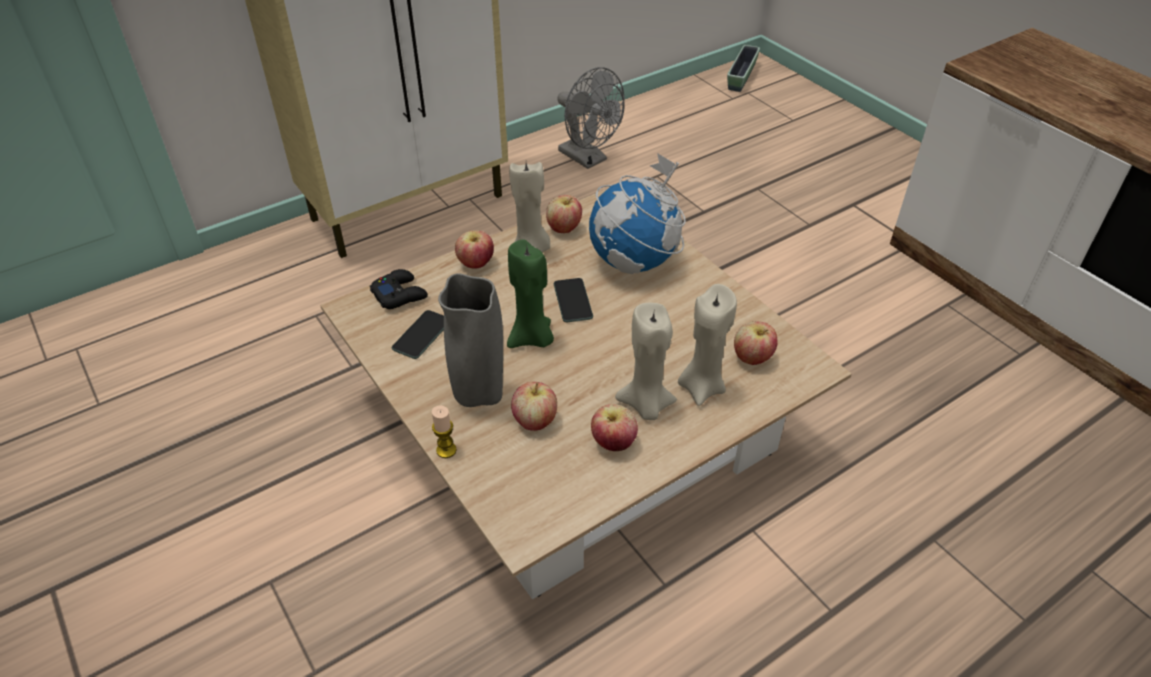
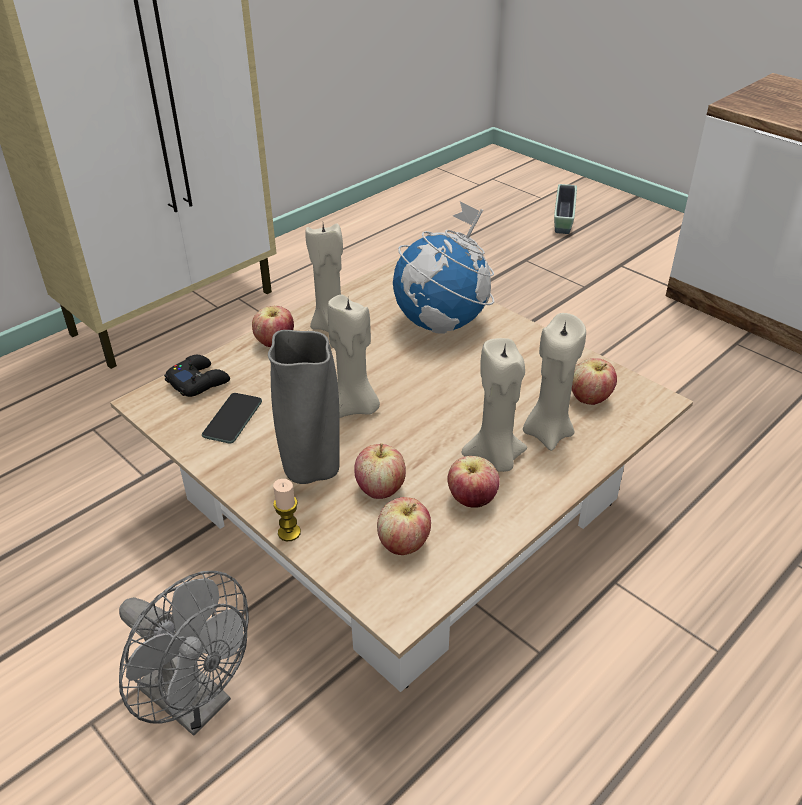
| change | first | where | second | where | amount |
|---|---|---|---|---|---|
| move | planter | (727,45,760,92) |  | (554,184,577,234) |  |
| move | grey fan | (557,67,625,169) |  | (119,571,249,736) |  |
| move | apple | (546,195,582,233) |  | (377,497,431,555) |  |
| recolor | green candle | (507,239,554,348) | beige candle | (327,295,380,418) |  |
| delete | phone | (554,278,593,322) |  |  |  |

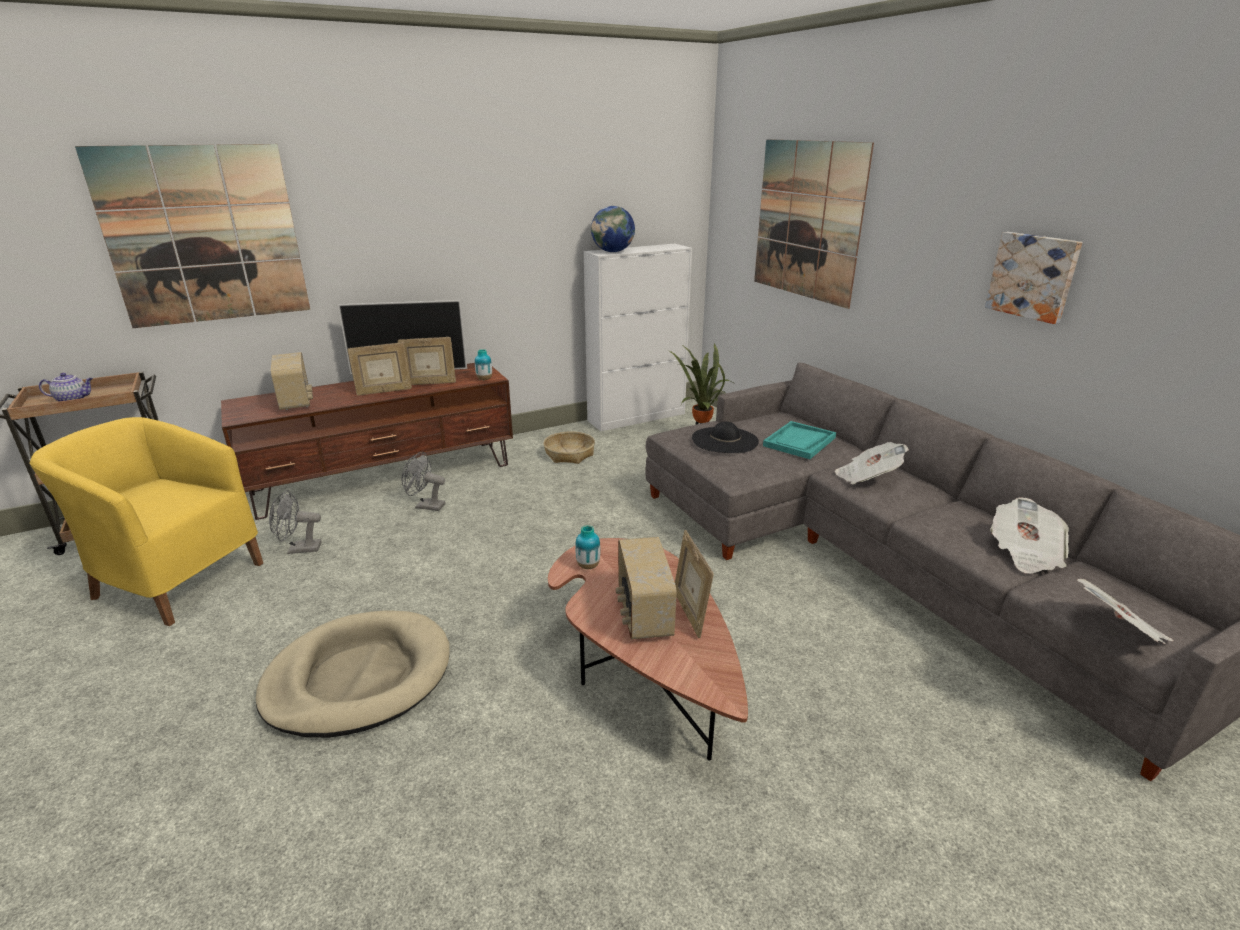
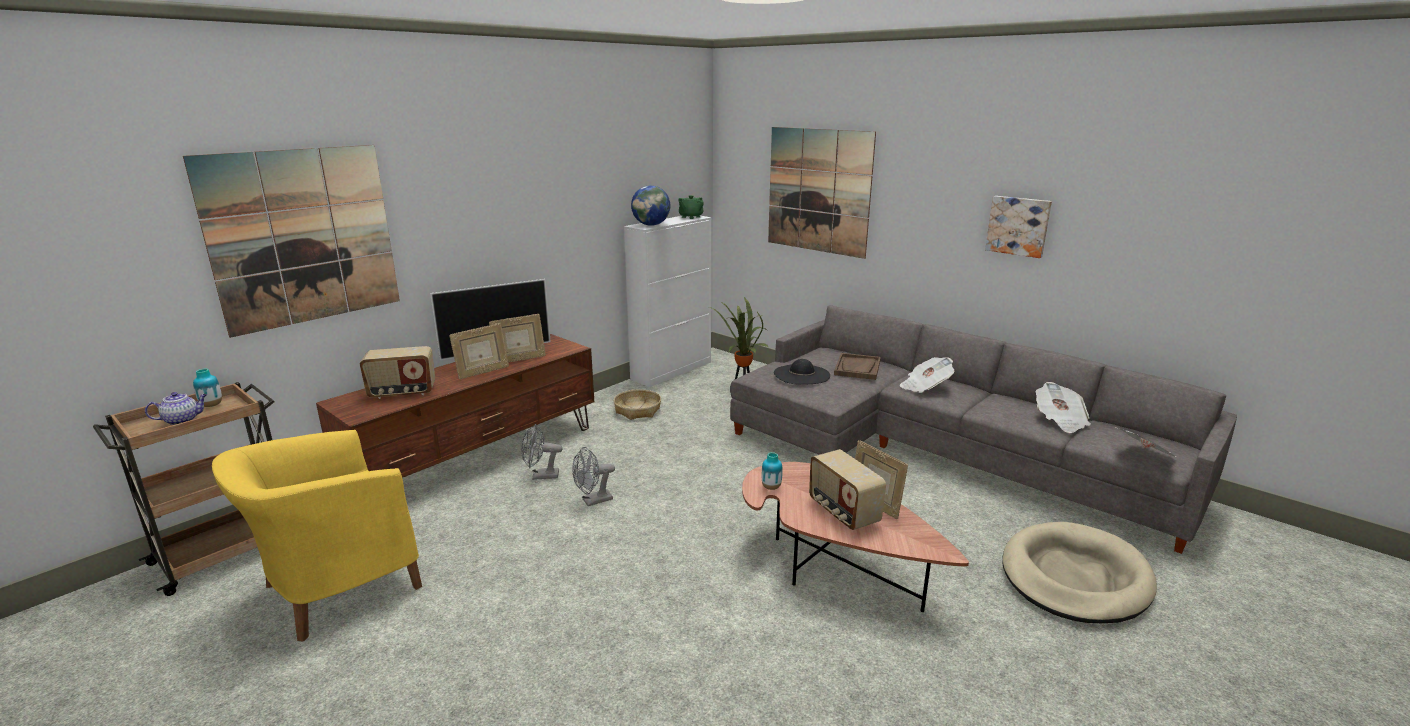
| change | first | where | second | where | amount |
|---|---|---|---|---|---|
| move | vase | (475,349,492,380) |  | (193,369,222,407) |  |
| rotate | radio | (271,352,313,410) |  | (360,346,435,399) | 120 degrees clockwise |
| rotate | yellow armchair | (30,417,263,626) |  | (212,430,422,642) | 45 degrees counterclockwise |
| recolor | turquoise tray | (763,421,836,459) | brown tray | (834,353,881,380) |  |
| move | grey fan | (269,490,322,554) |  | (572,447,615,506) |  |
| move | beige dog bed | (256,610,450,738) |  | (1003,522,1157,623) |  |
| insert |  |  | green teapot | (678,195,704,219) |  |

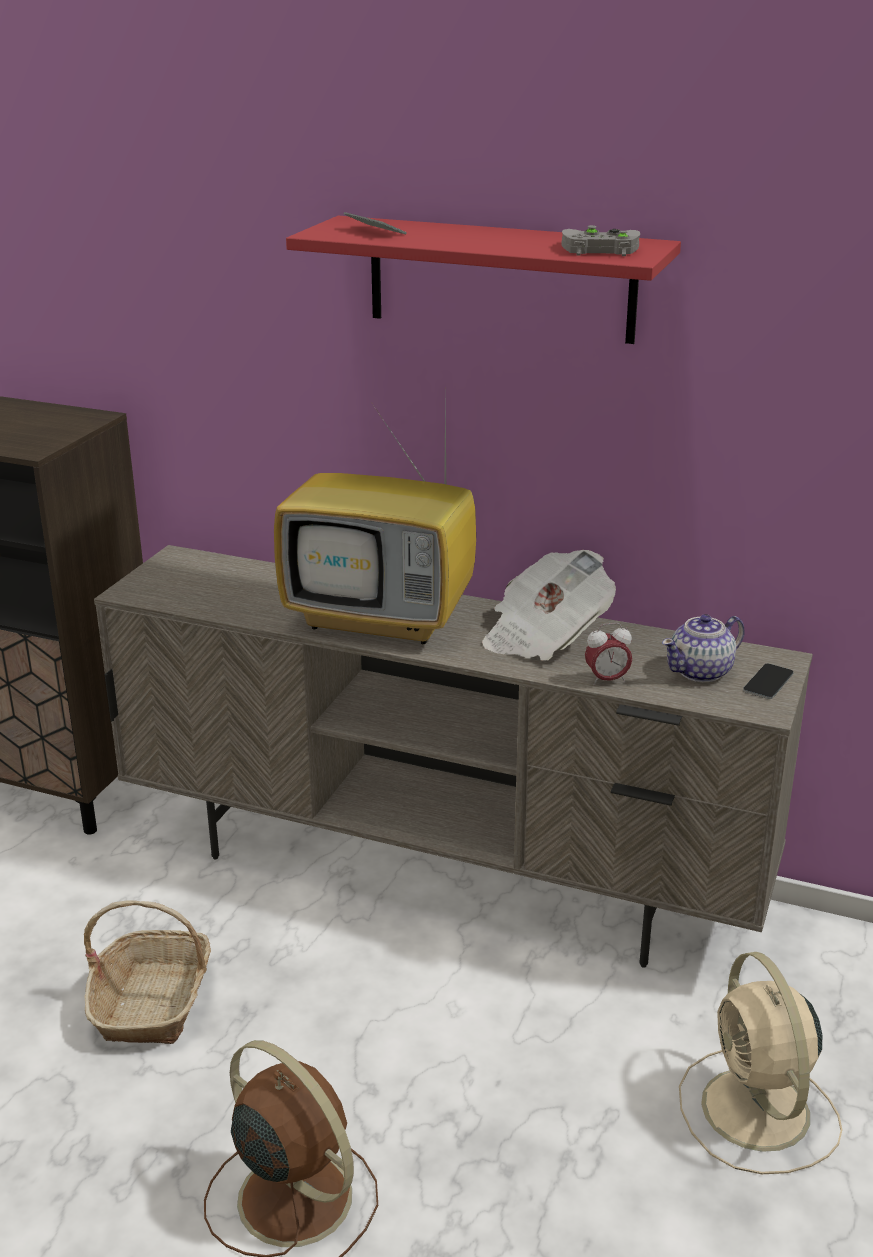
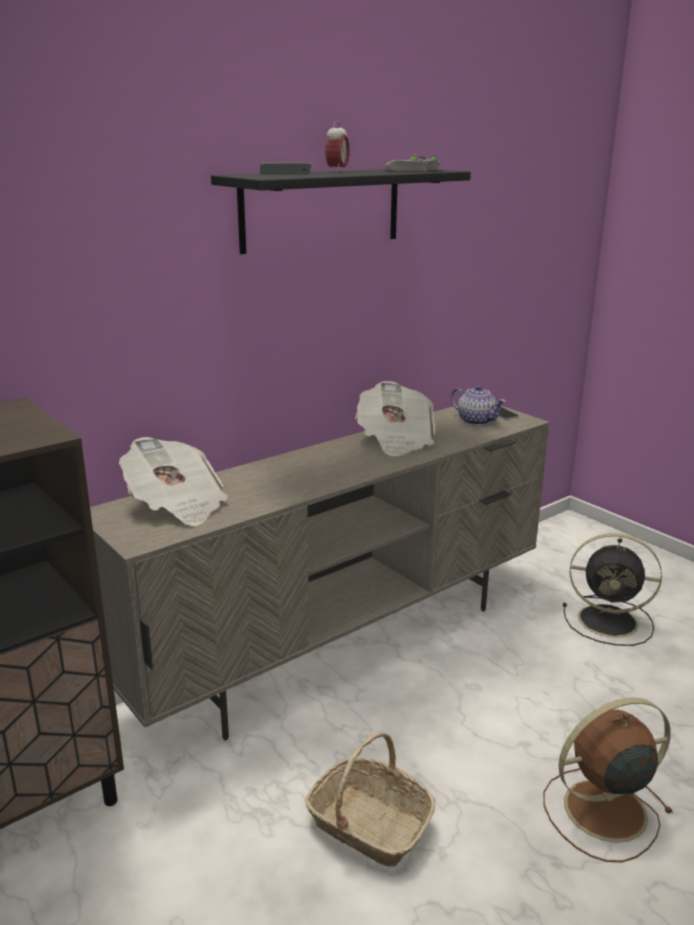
| change | first | where | second | where | amount |
|---|---|---|---|---|---|
| recolor | red shelf | (286,216,681,344) | black shelf | (211,169,471,254) |  |
| delete | television | (274,385,476,644) |  |  |  |
| rotate | teapot | (662,614,744,682) |  | (451,385,506,426) | 45 degrees counterclockwise |
| move | alarm clock | (585,623,632,686) |  | (325,122,350,172) |  |
| recolor | beige fan | (679,952,843,1174) | black fan | (563,533,662,646) |  |
| insert |  |  | newspaper | (119,437,228,526) |  |

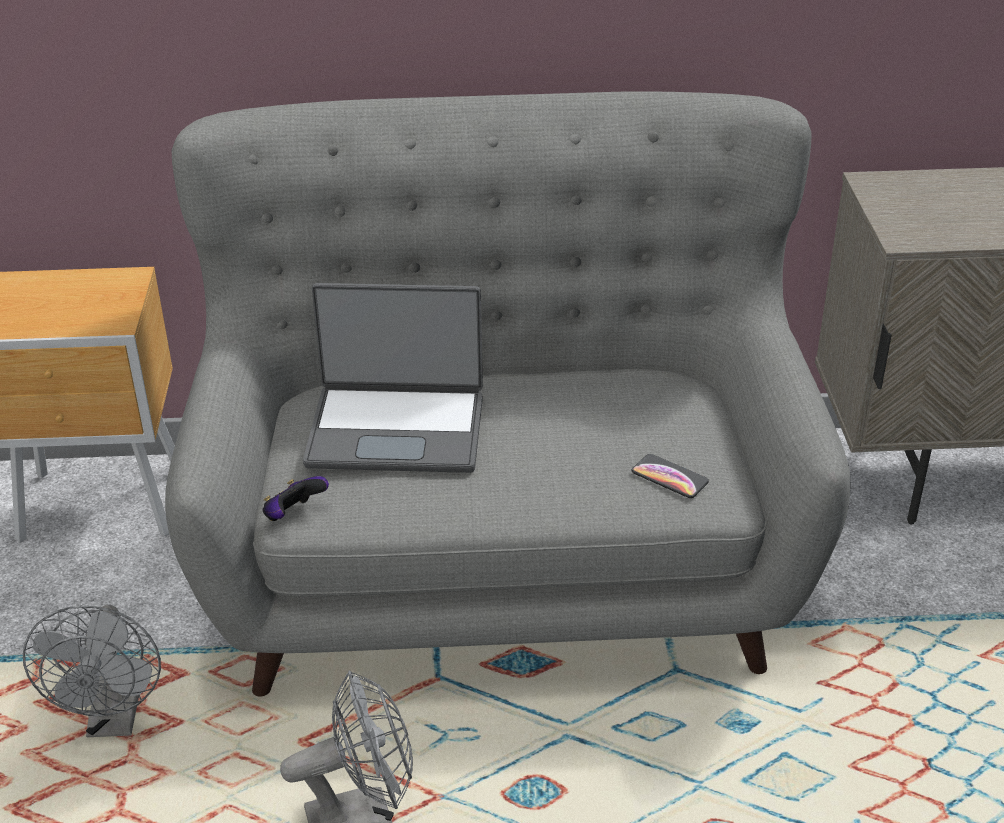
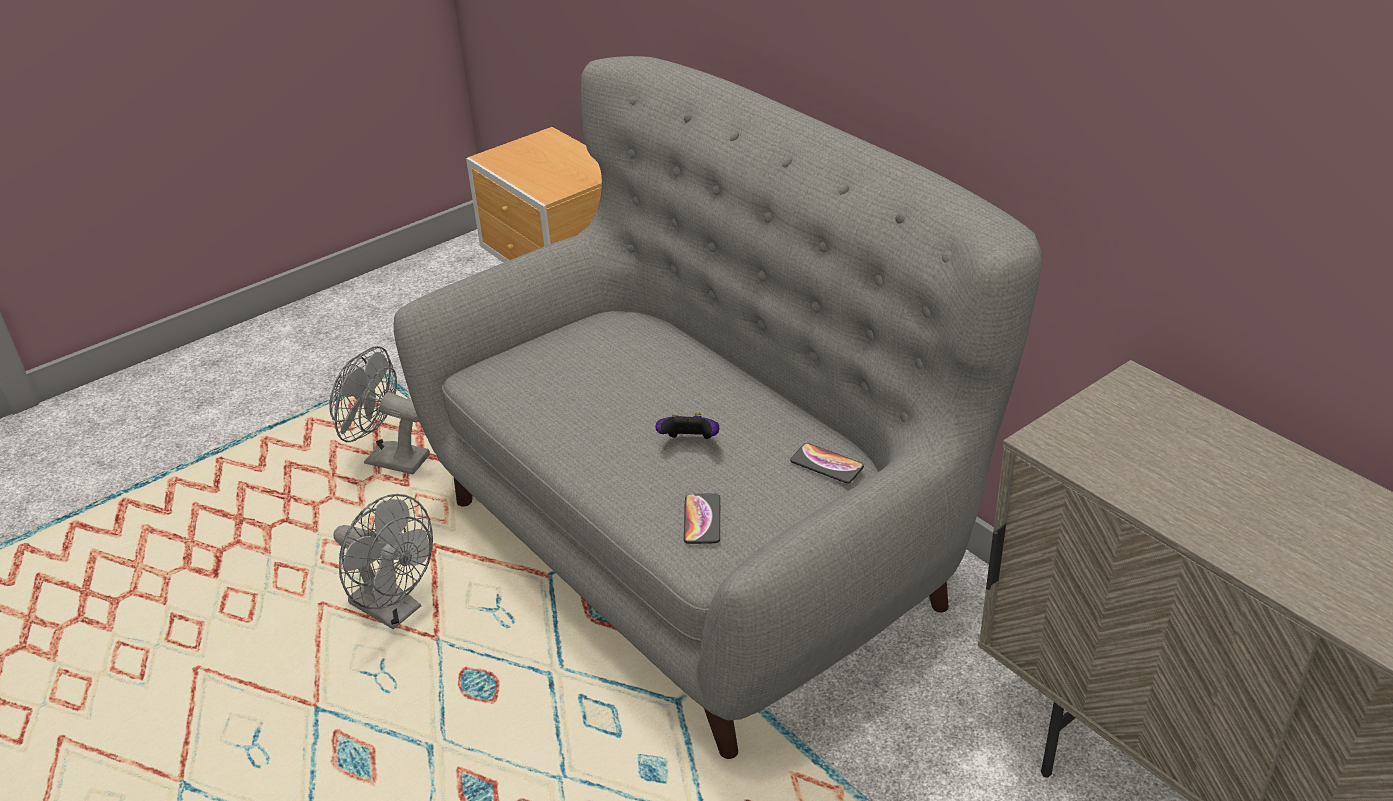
| change | first | where | second | where | amount |
|---|---|---|---|---|---|
| delete | laptop | (303,283,483,473) |  |  |  |
| move | game controller | (263,476,329,521) |  | (655,413,719,439) |  |
| rotate | grey fan | (23,605,161,737) |  | (329,346,430,474) | 60 degrees clockwise |
| insert |  |  | phone | (790,443,864,483) |  |

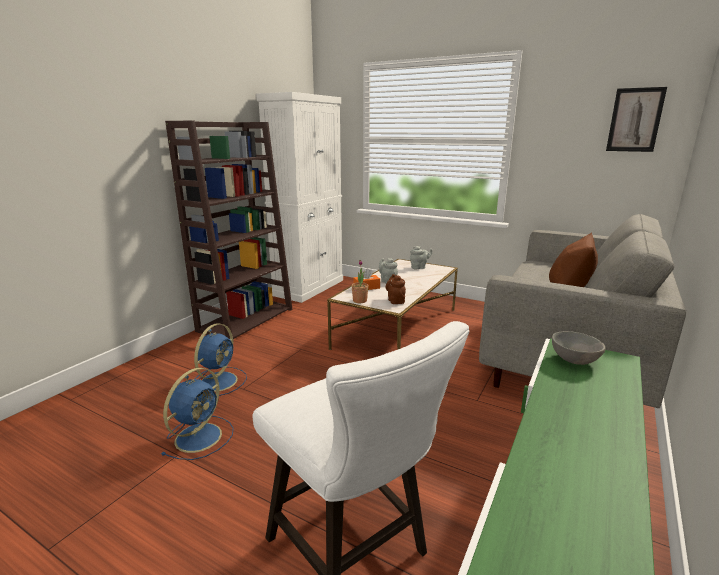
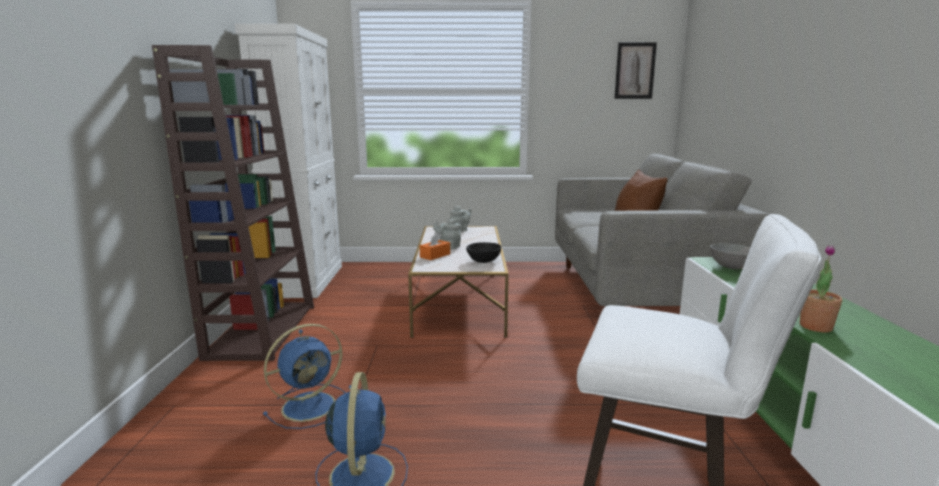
| change | first | where | second | where | amount |
|---|---|---|---|---|---|
| move | potted plant | (352,260,369,303) |  | (800,245,842,333) |  |
| replace | brown teapot | (386,274,406,304) | black bowl | (466,242,501,263) |  |
| rotate | blue fan | (194,323,247,396) |  | (263,324,346,429) | 60 degrees clockwise |

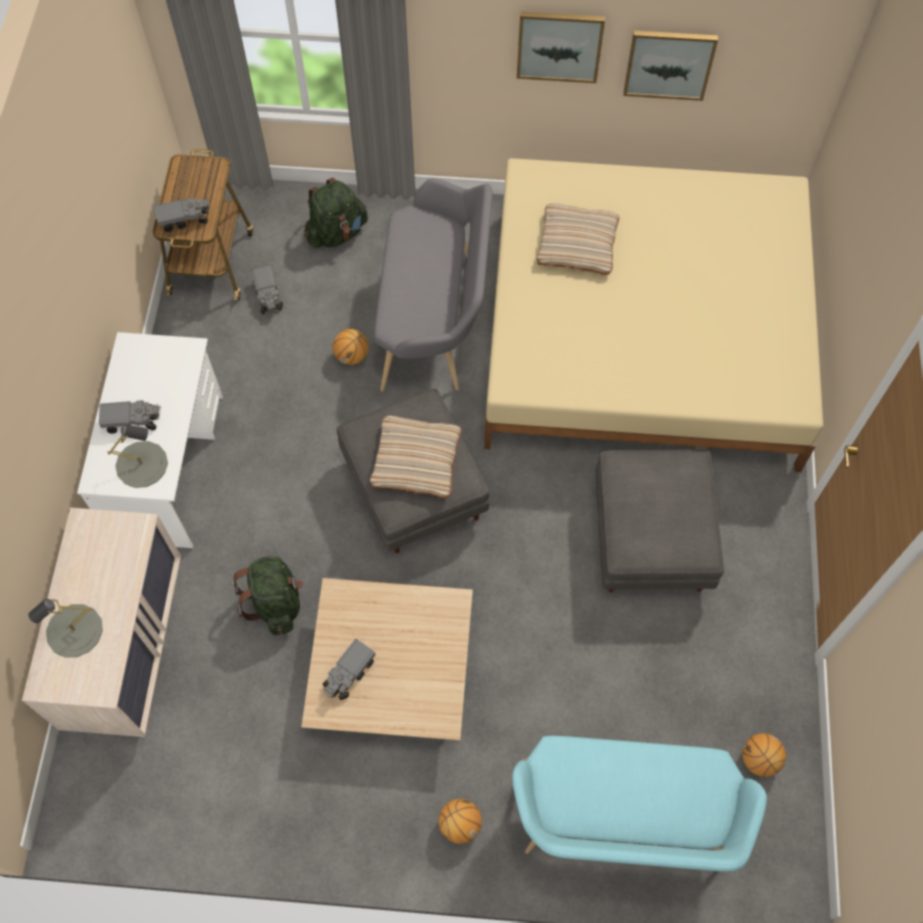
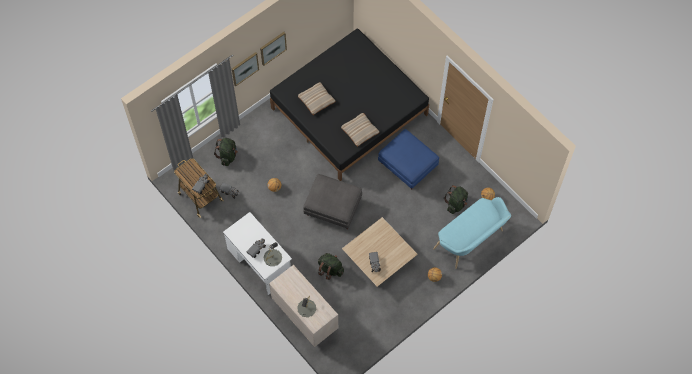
| change | first | where | second | where | amount |
|---|---|---|---|---|---|
| move | picture | (623,30,718,101) |  | (232,52,259,86) |  |
| recolor | beige bed | (484,158,823,472) | black bed | (270,29,429,181) |  |
| delete | grey bench | (374,178,493,392) |  |  |  |
| move | beige pillow | (370,416,462,498) |  | (341,113,379,147) |  |
| recolor | grey ottoman | (595,450,724,592) | blue ottoman | (378,129,439,189) |  |
| insert |  |  | green backpack | (444,185,468,214) |  |

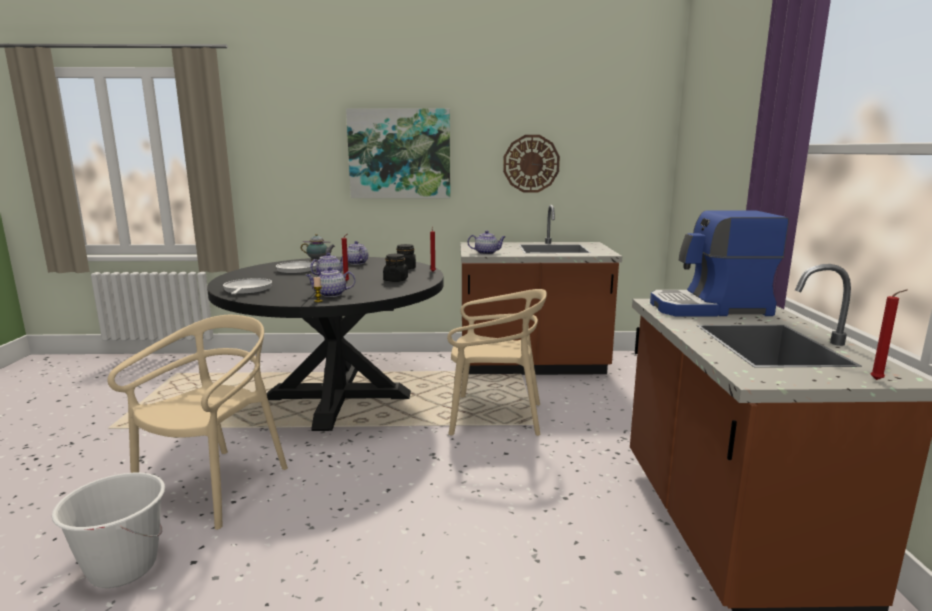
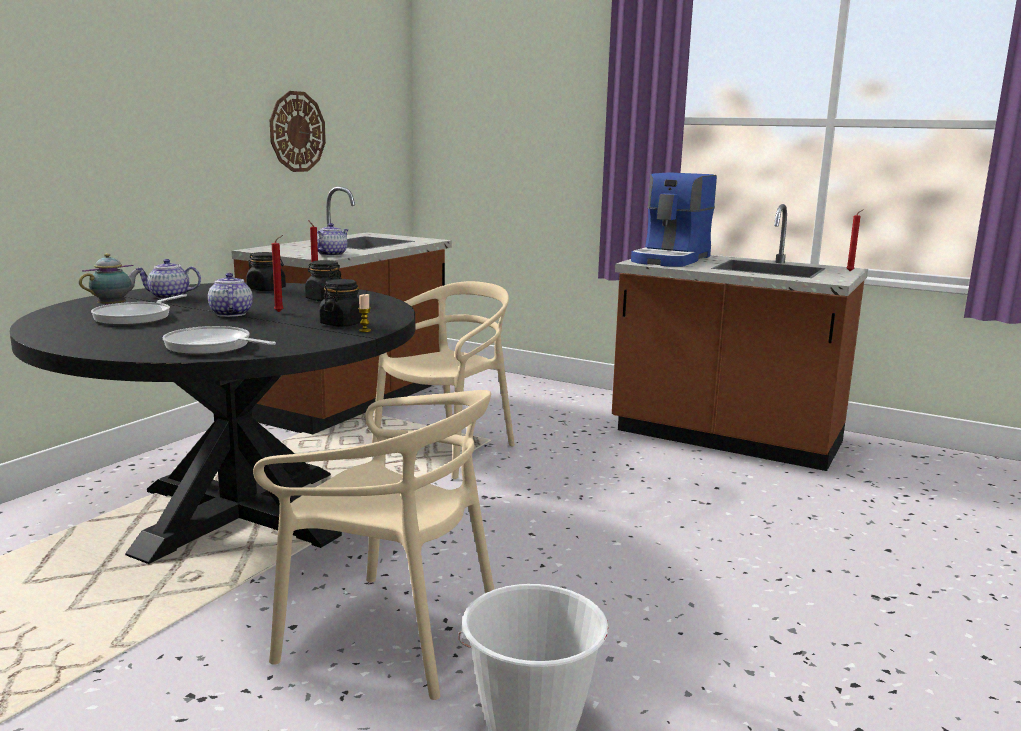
| change | first | where | second | where | amount |
|---|---|---|---|---|---|
| delete | picture | (346,108,450,198) |  |  |  |
| replace | teapot | (306,267,356,297) | black jar | (319,279,362,327) |  |
| rotate | beige chair | (107,315,288,530) |  | (253,390,495,700) | 150 degrees clockwise |

